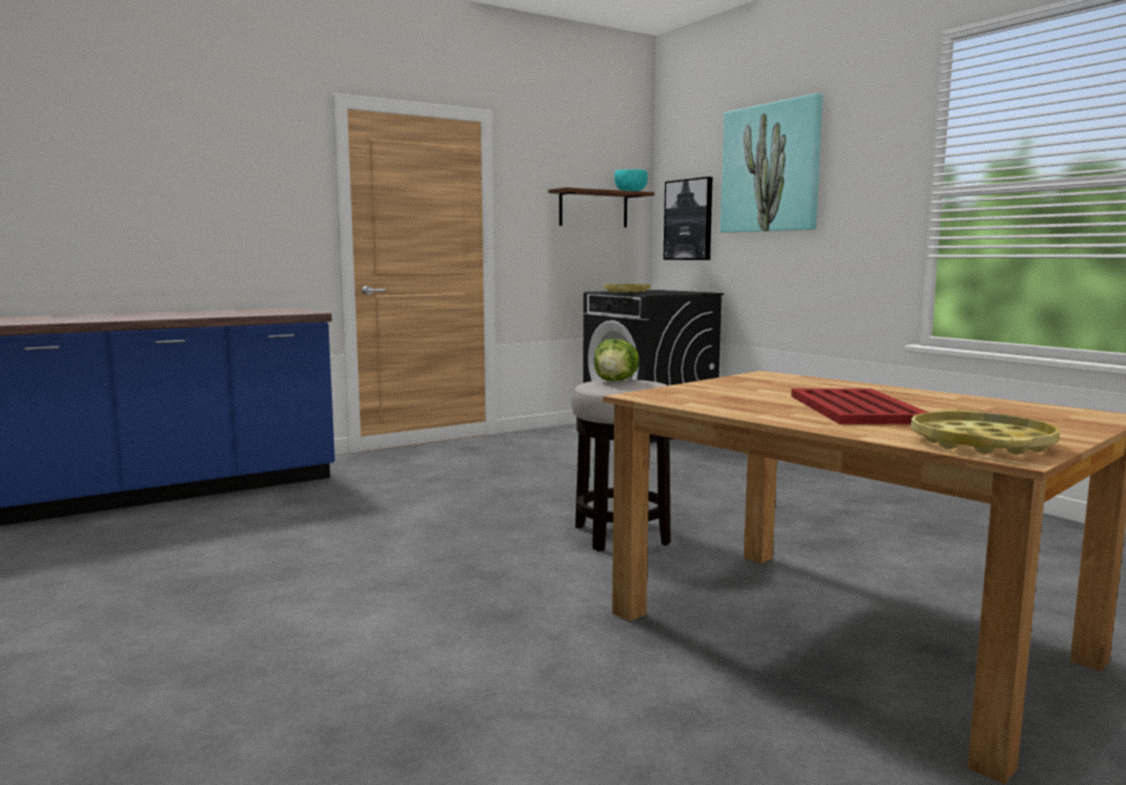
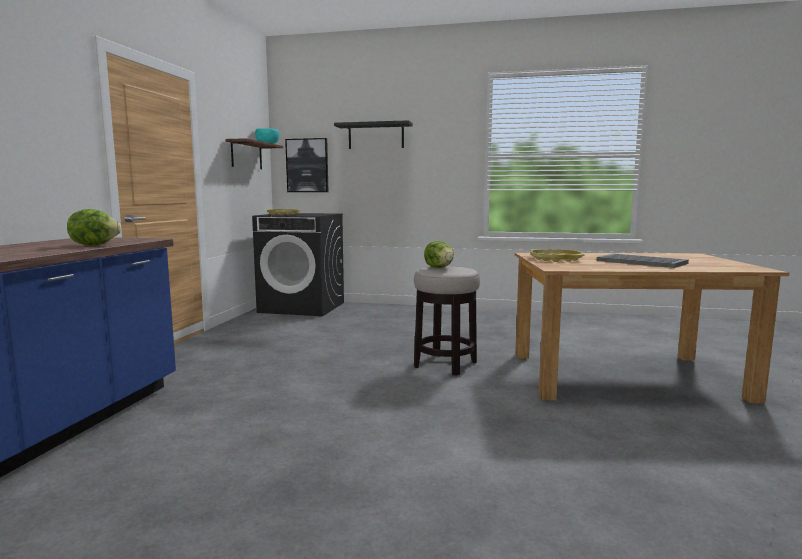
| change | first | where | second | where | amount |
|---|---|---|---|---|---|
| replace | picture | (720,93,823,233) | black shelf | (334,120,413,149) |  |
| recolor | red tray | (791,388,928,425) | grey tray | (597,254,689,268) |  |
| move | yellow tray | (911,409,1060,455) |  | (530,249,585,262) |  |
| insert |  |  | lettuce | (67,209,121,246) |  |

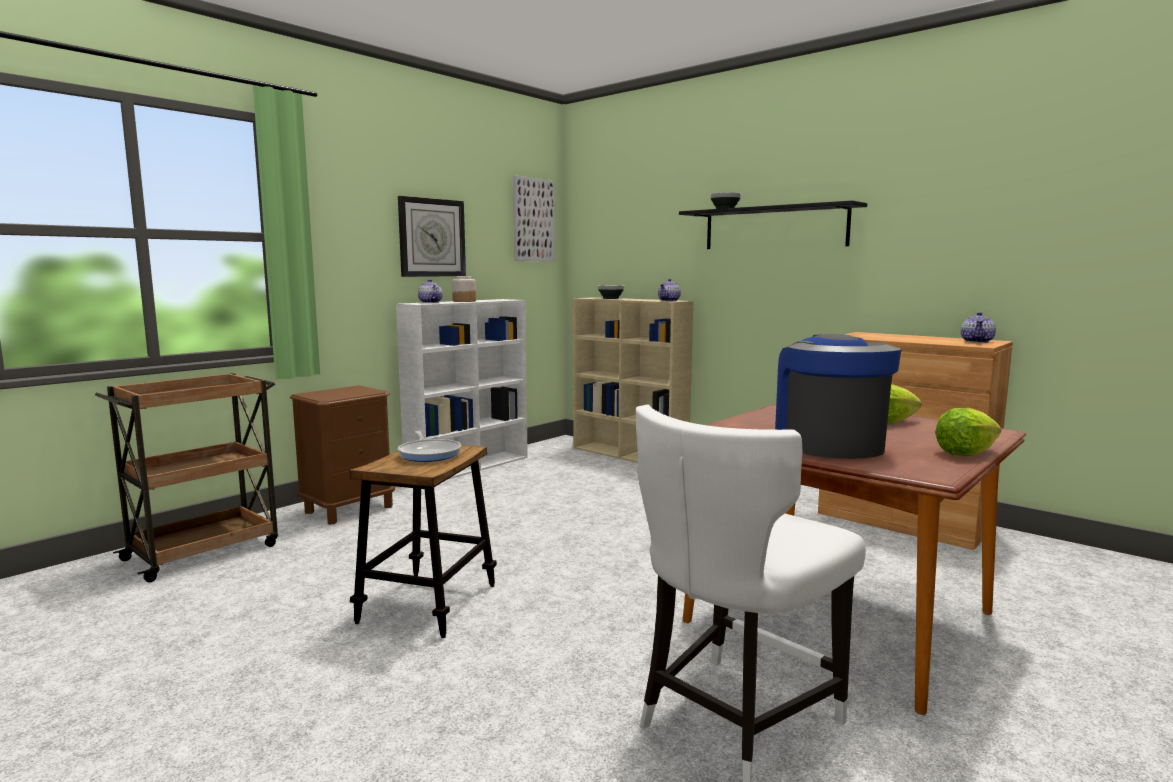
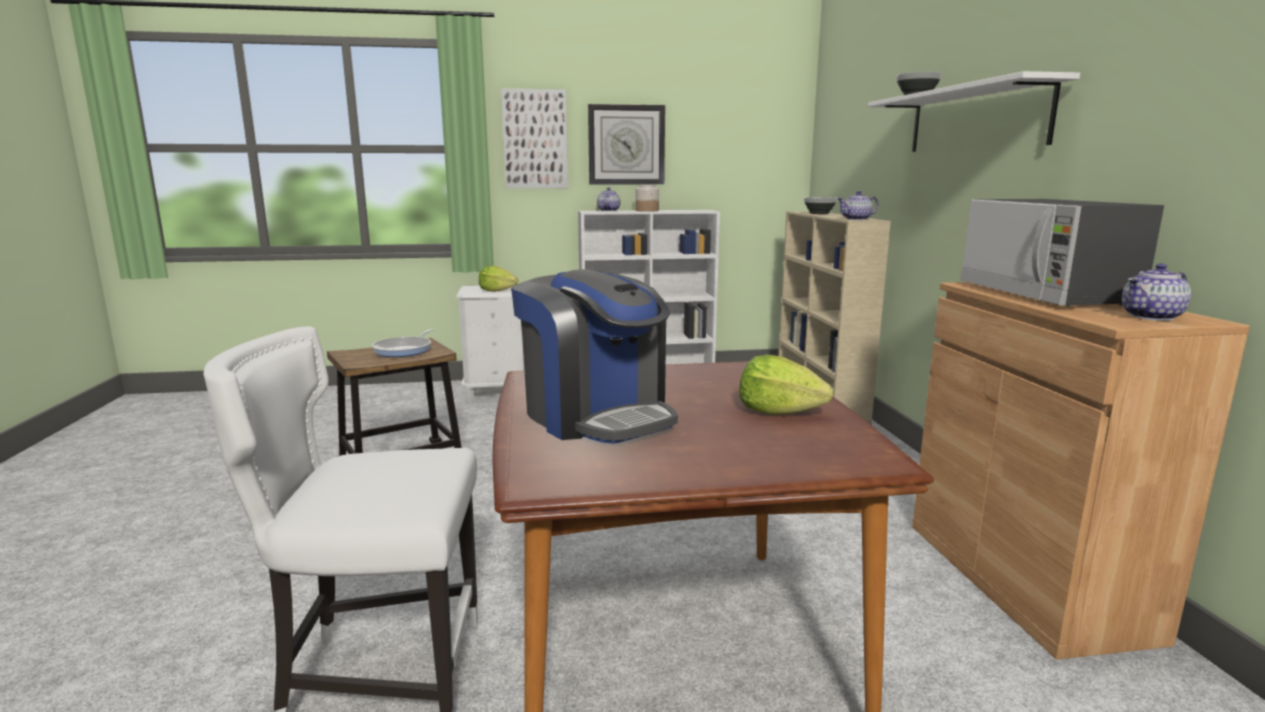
| change | first | where | second | where | amount |
|---|---|---|---|---|---|
| move | picture | (513,176,555,261) |  | (501,89,568,188) |  |
| recolor | black shelf | (679,200,867,249) | white shelf | (868,71,1080,152) |  |
| rotate | coffee machine | (775,334,902,459) |  | (511,269,678,444) | 105 degrees clockwise |
| delete | brown cart | (95,373,278,582) |  |  |  |
| recolor | brown nightstand | (290,385,395,524) | white nightstand | (456,286,524,402) |  |
| move | lettuce | (935,408,1001,456) |  | (479,265,518,292) |  |
| insert |  |  | microwave | (960,199,1164,307) |  |

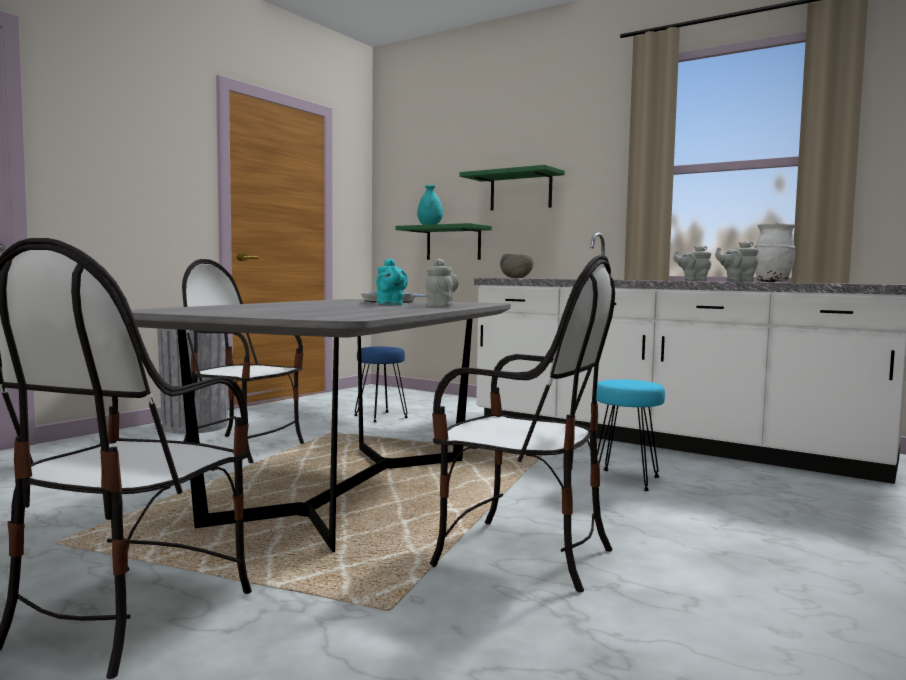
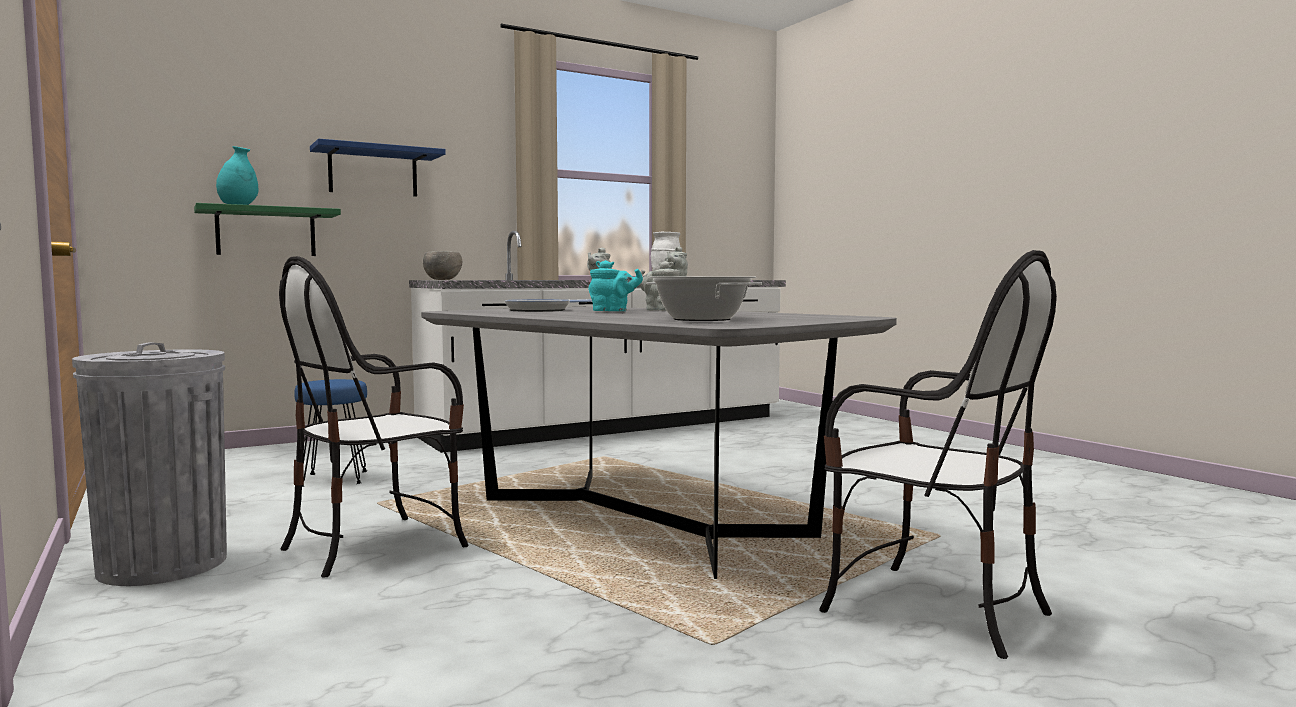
| change | first | where | second | where | amount |
|---|---|---|---|---|---|
| recolor | green shelf | (459,165,565,210) | blue shelf | (310,139,446,197) |  |
| delete | chair | (430,255,615,592) |  |  |  |
| delete | turquoise stool | (596,379,665,491) |  |  |  |
| insert |  |  | cooking pot | (646,276,762,321) |  |

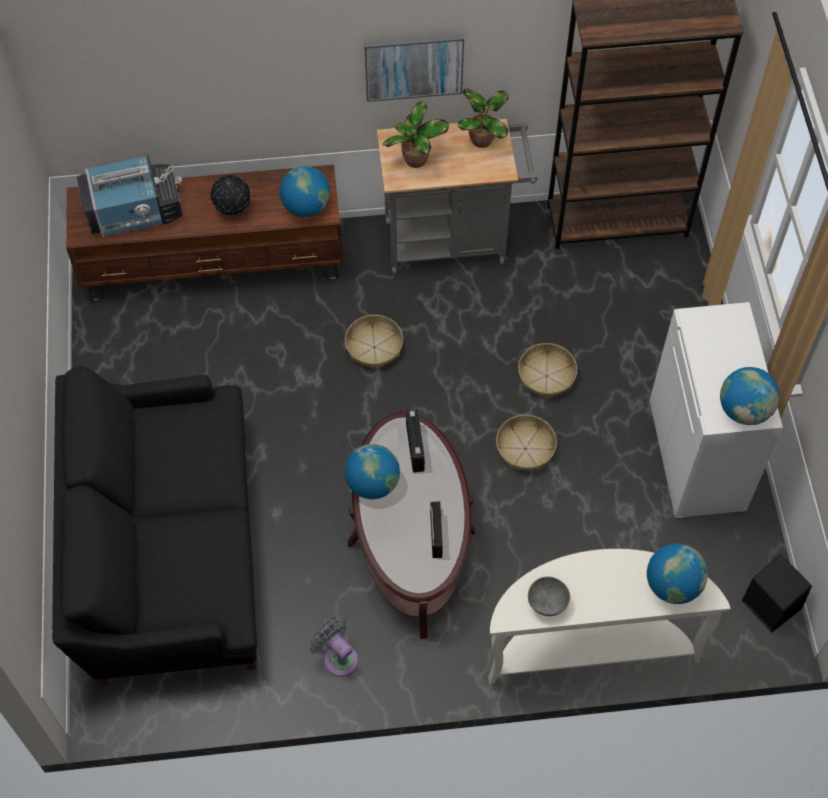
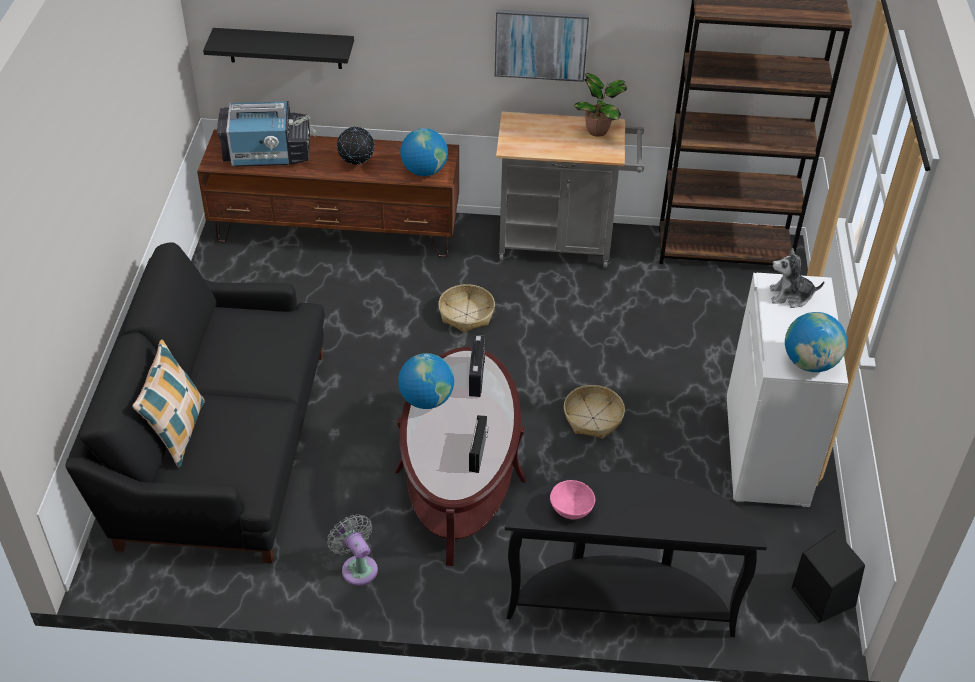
| change | first | where | second | where | amount |
|---|---|---|---|---|---|
| delete | potted plant | (383,102,449,168) |  |  |  |
| delete | basket | (518,343,577,399) |  |  |  |
| delete | globe | (647,544,708,604) |  |  |  |
| recolor | white console table | (488,549,731,684) | black console table | (505,471,767,637) |  |
| recolor | grey bowl | (528,577,570,616) | pink bowl | (550,480,595,519) |  |
| insert |  |  | black shelf | (203,28,354,69) |  |
| insert |  |  | plush toy | (770,248,824,308) |  |
| insert |  |  | pillow | (132,340,205,468) |  |

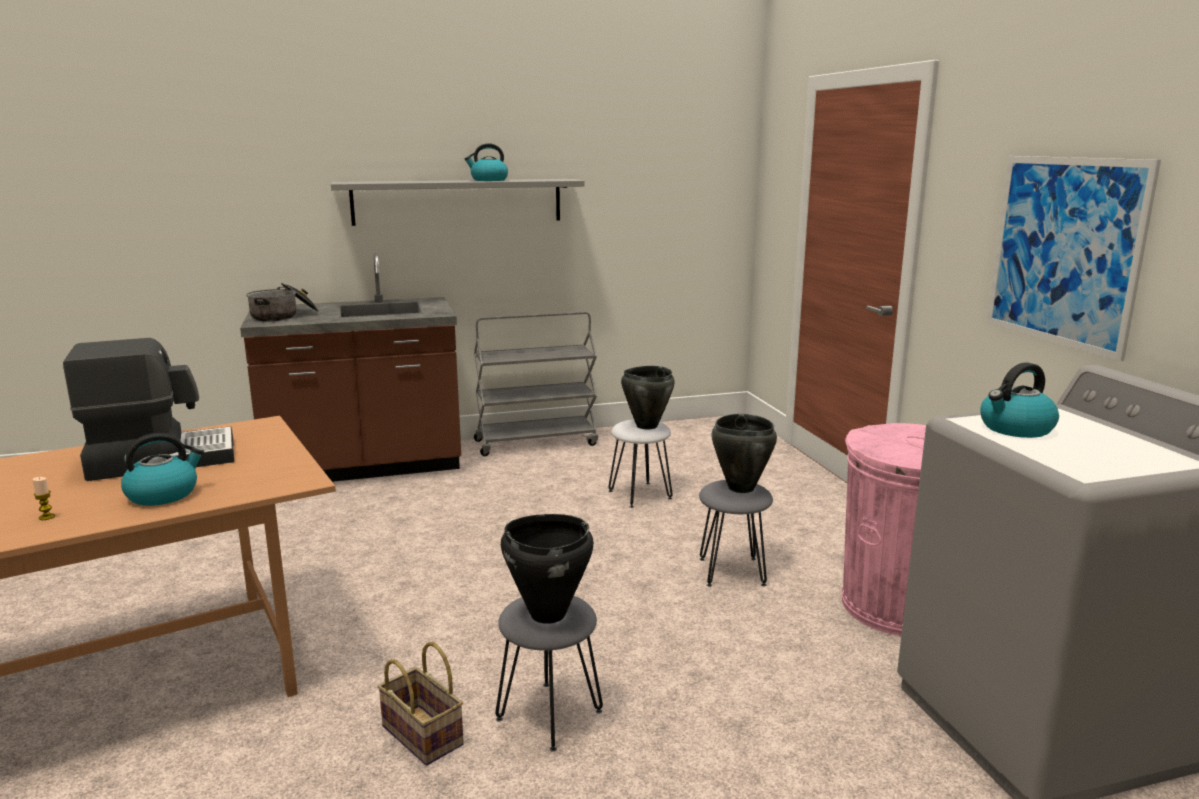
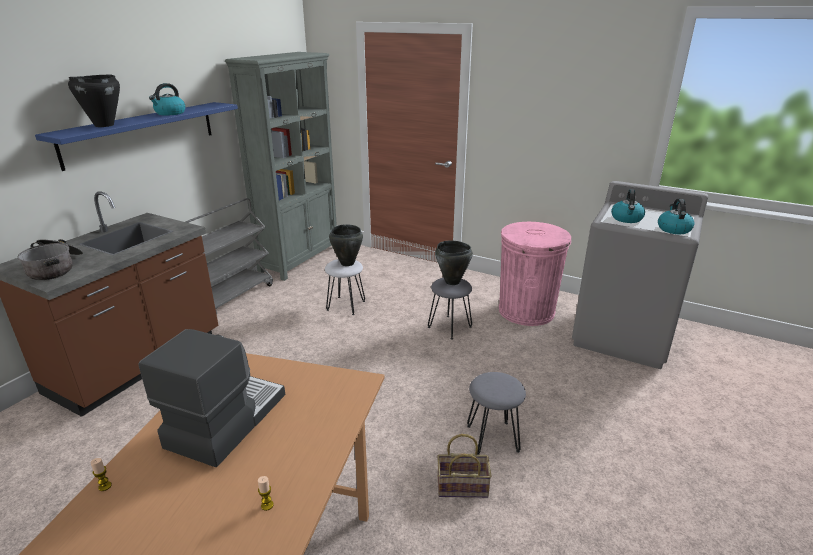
| change | first | where | second | where | amount |
|---|---|---|---|---|---|
| delete | picture | (986,156,1161,361) |  |  |  |
| recolor | grey shelf | (331,179,585,226) | blue shelf | (35,102,238,171) |  |
| move | kettle | (121,433,204,506) |  | (658,199,695,234) |  |
| move | black cooking pot | (501,514,594,624) |  | (68,74,120,127) |  |
| insert |  |  | grey bookcase | (225,52,337,281) |  |
| insert |  |  | candle | (90,458,112,491) |  |

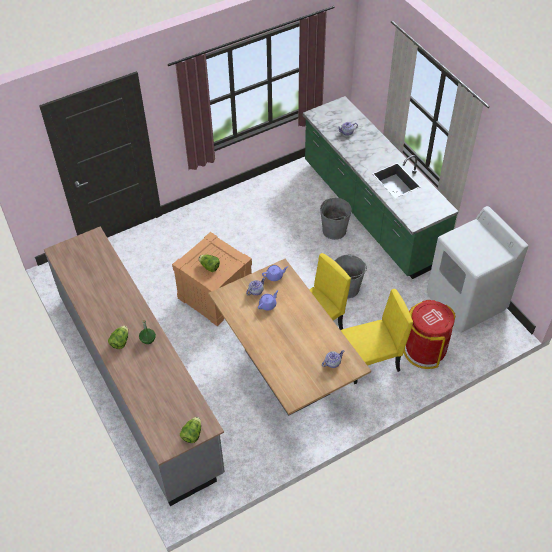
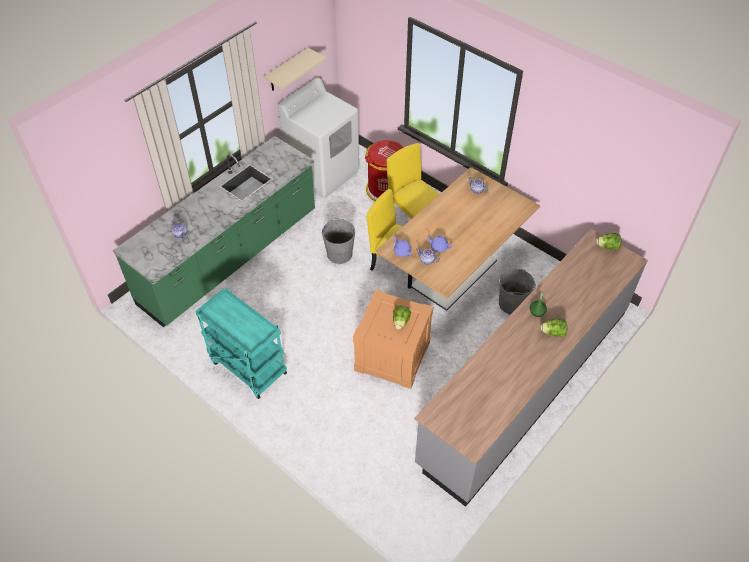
| change | first | where | second | where | amount |
|---|---|---|---|---|---|
| move | grey bucket | (320,198,352,240) |  | (499,268,536,314) |  |
| insert |  |  | beige shelf | (264,48,326,91) |  |
| insert |  |  | turquoise cart | (195,288,287,399) |  |

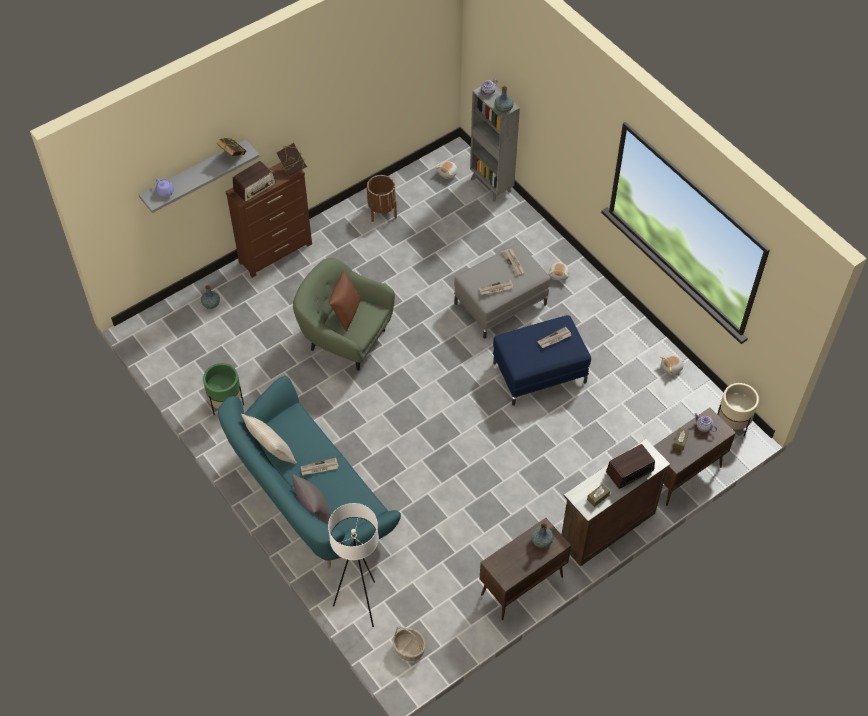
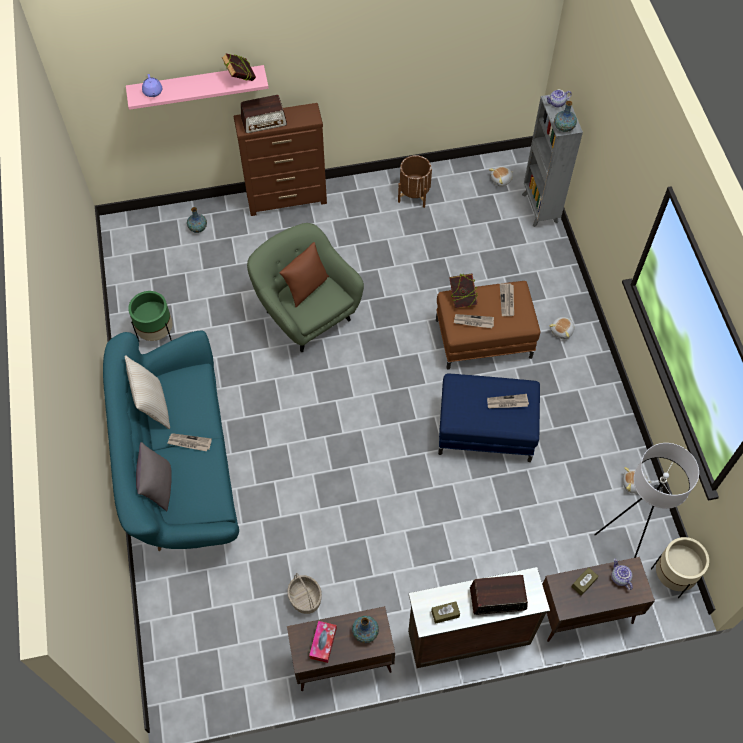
| change | first | where | second | where | amount |
|---|---|---|---|---|---|
| recolor | grey shelf | (139,139,260,213) | pink shelf | (126,65,269,110) |  |
| move | book | (276,143,307,176) |  | (450,273,478,308) |  |
| recolor | grey ottoman | (454,243,550,339) | brown ottoman | (436,281,540,370) |  |
| move | white floor lamp | (328,503,379,627) |  | (594,443,699,558) |  |
| move | basket | (392,626,426,661) |  | (287,573,322,614) |  |
| insert |  |  | tissue box | (309,621,337,663) |  |

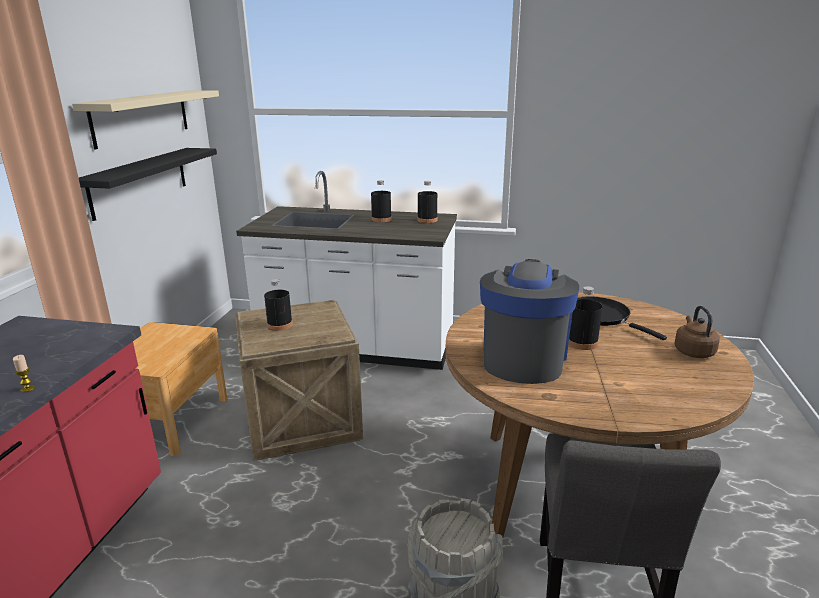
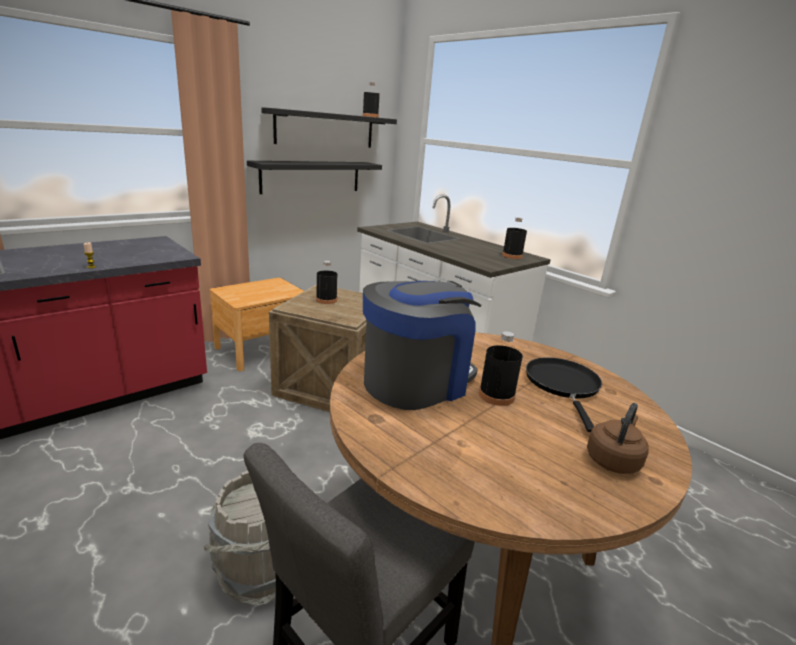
| change | first | where | second | where | amount |
|---|---|---|---|---|---|
| recolor | beige shelf | (72,90,219,150) | black shelf | (261,107,397,148) |  |
| move | black bottle | (371,180,392,222) |  | (363,82,380,118) |  |

